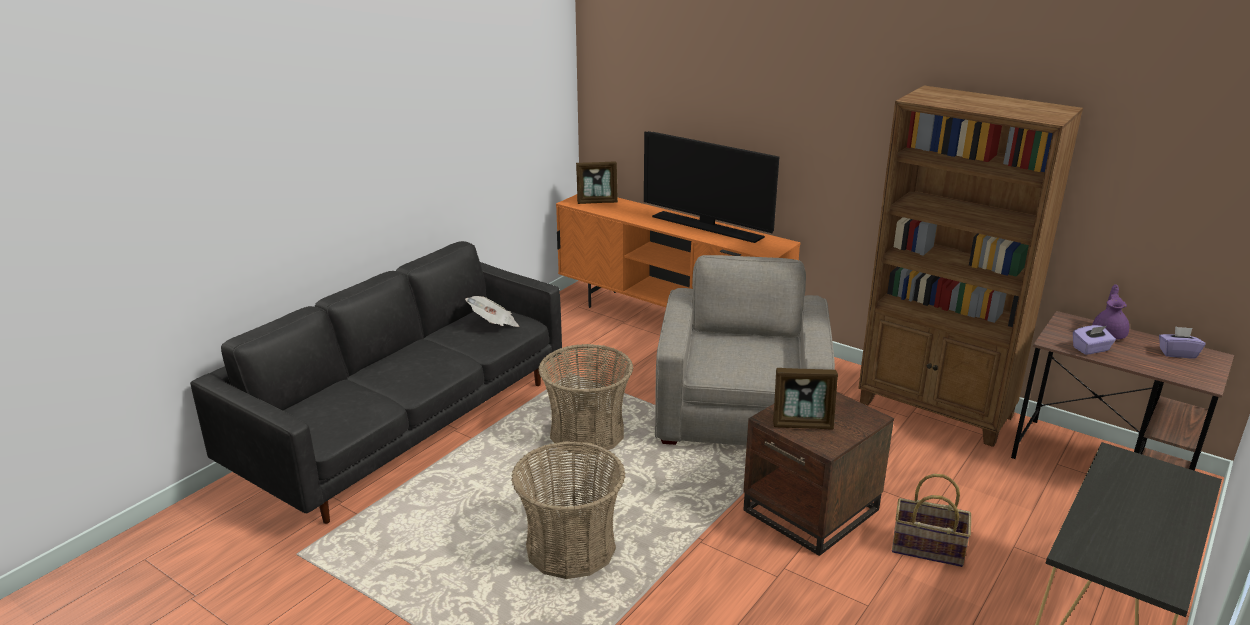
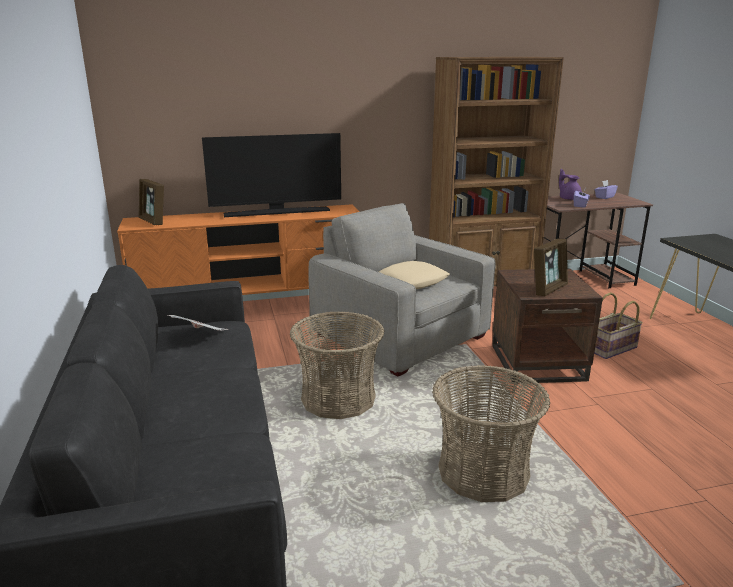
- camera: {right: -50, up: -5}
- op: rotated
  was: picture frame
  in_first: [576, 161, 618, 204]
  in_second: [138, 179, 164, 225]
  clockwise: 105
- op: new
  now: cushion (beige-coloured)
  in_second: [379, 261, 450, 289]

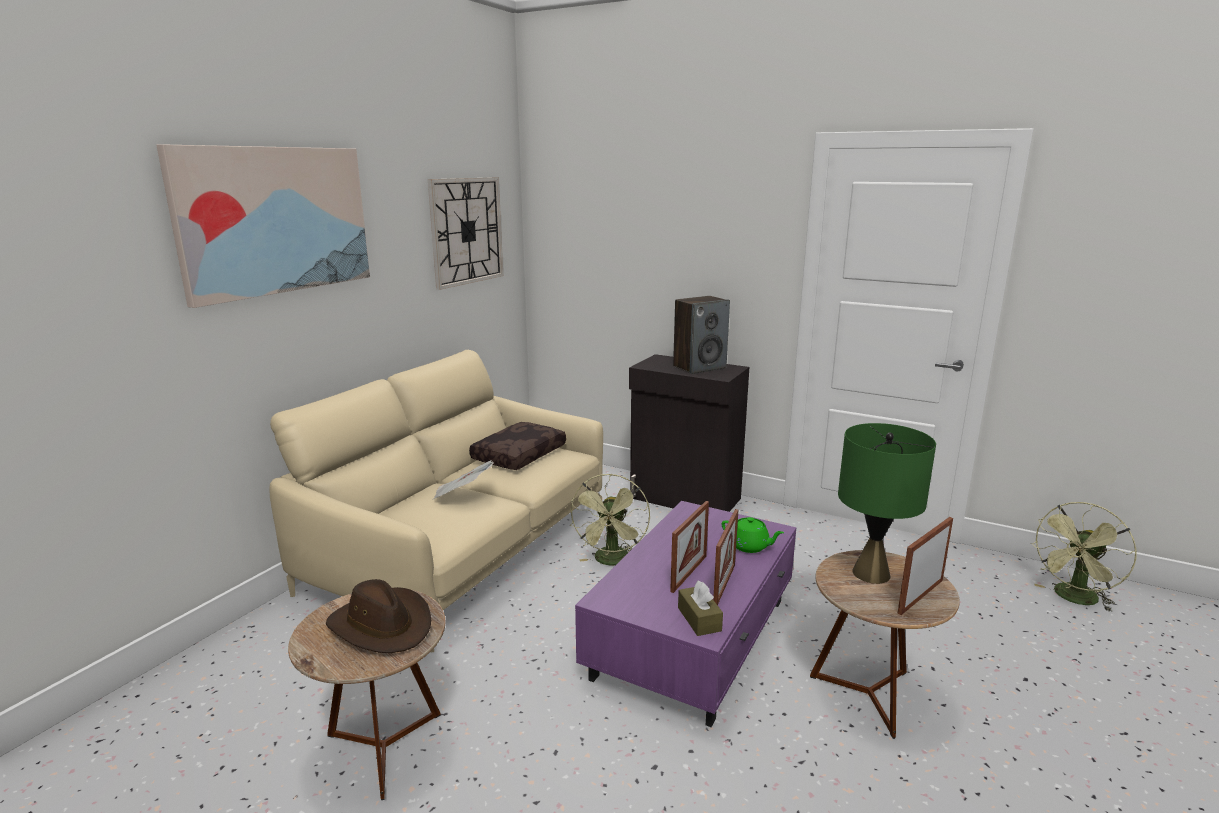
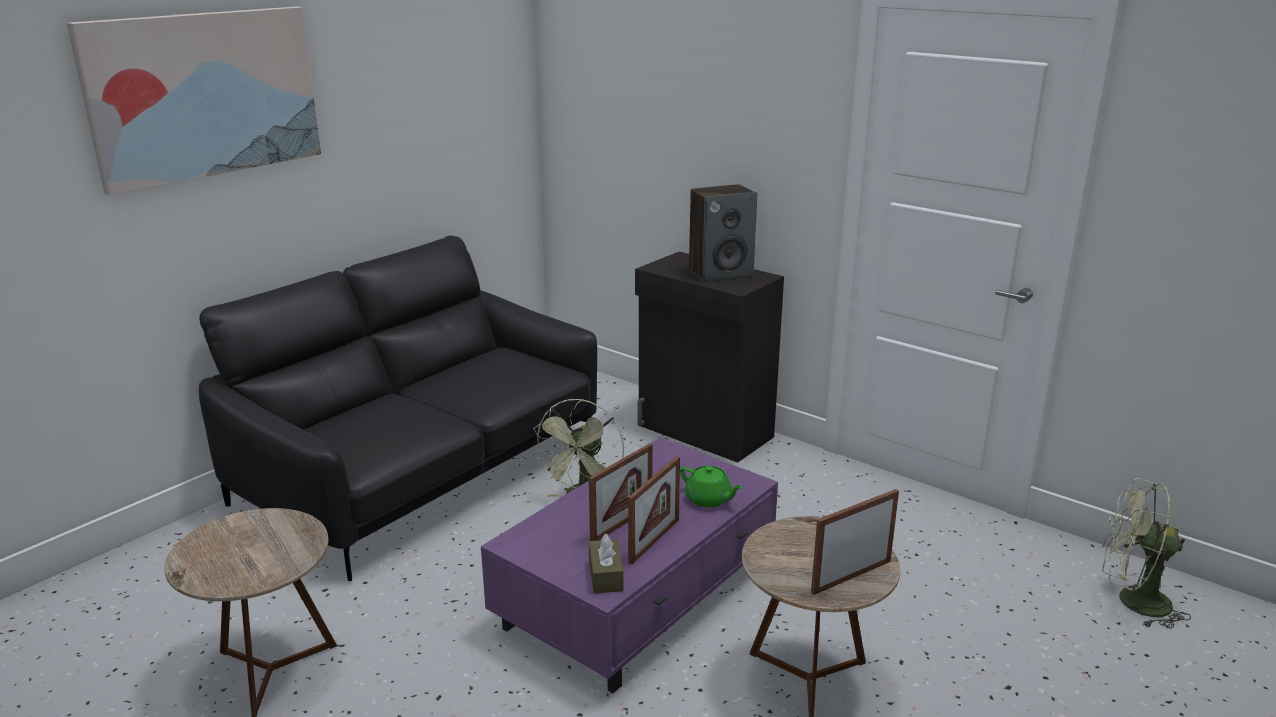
- camera: {right: 10, up: 5}
- op: repainted
  was: couch (beige-coloured)
  now: couch (black)
  in_first: [269, 350, 603, 653]
  in_second: [199, 235, 597, 581]
- op: rotated
  was: electric fan (green-coloured)
  in_first: [1031, 502, 1137, 612]
  in_second: [1102, 478, 1191, 629]
  clockwise: 45
- op: gone
  was: wearable hat (brown-coloured)
  in_first: [326, 579, 431, 653]
- op: gone
  was: hanging clock
  in_first: [428, 177, 503, 290]
- op: gone
  was: newspaper
  in_first: [432, 460, 494, 500]
- op: gone
  was: cushion (brown-coloured)
  in_first: [469, 422, 566, 470]
- op: gone
  was: tabletop lamp (green-coloured)
  in_first: [838, 423, 936, 584]

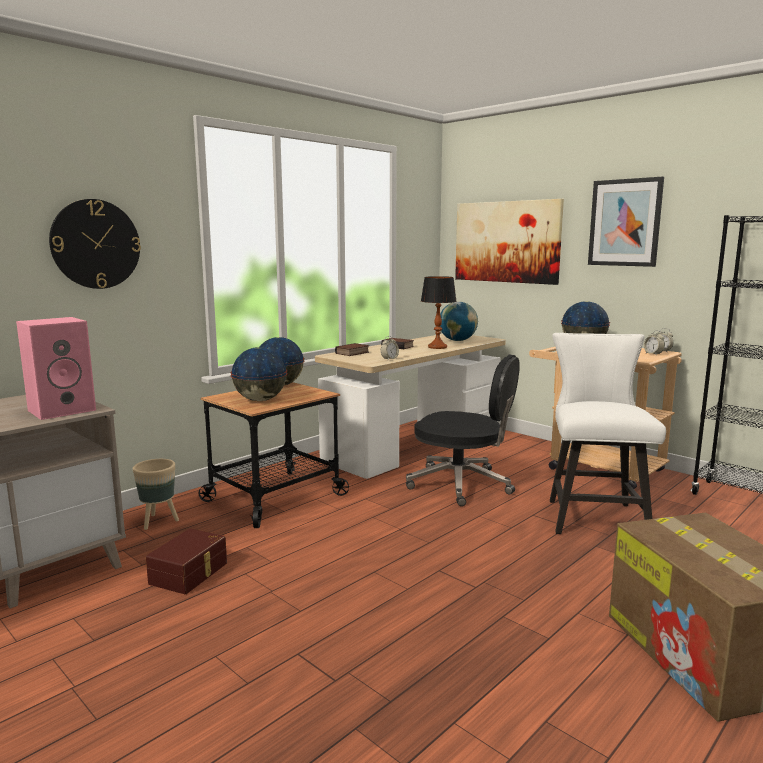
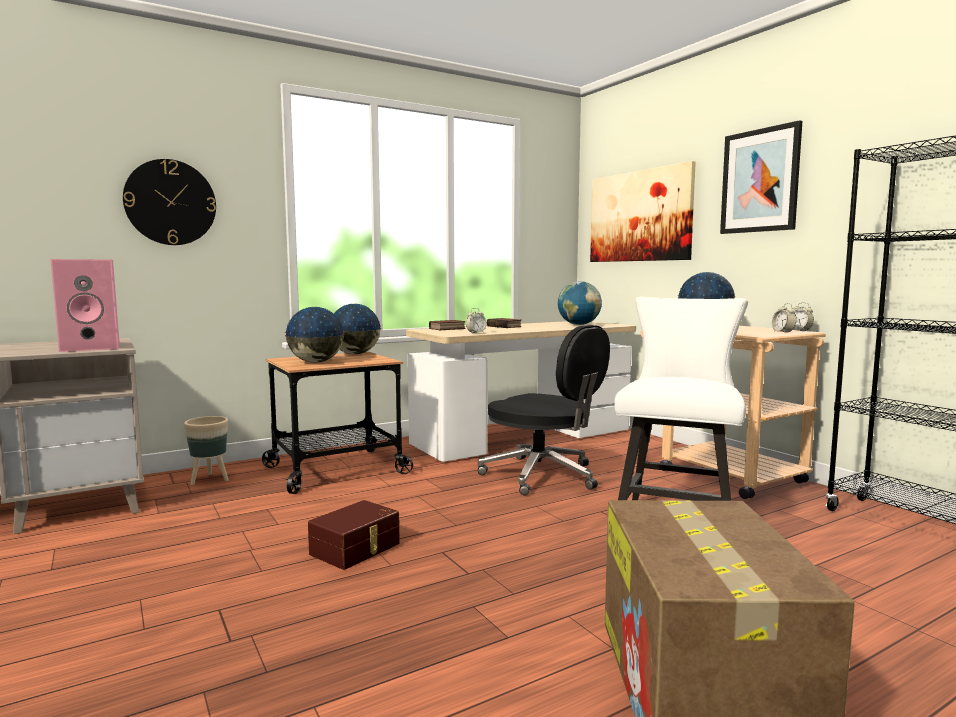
- camera: {right: 15, up: -5}
- op: shifted
  was: storage box (brown-coloured)
  in_first: [146, 529, 227, 594]
  in_second: [308, 500, 400, 570]
- op: gone
  was: tabletop lamp
  in_first: [421, 276, 457, 349]

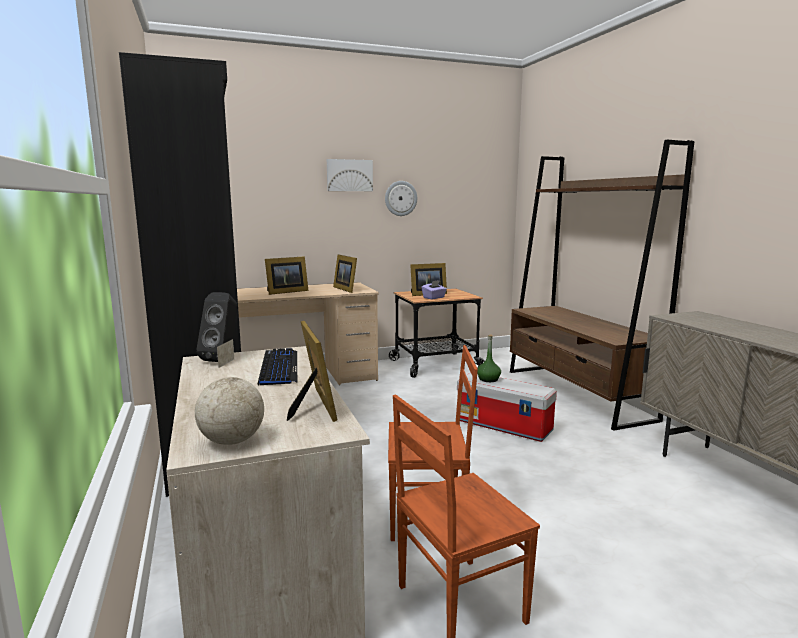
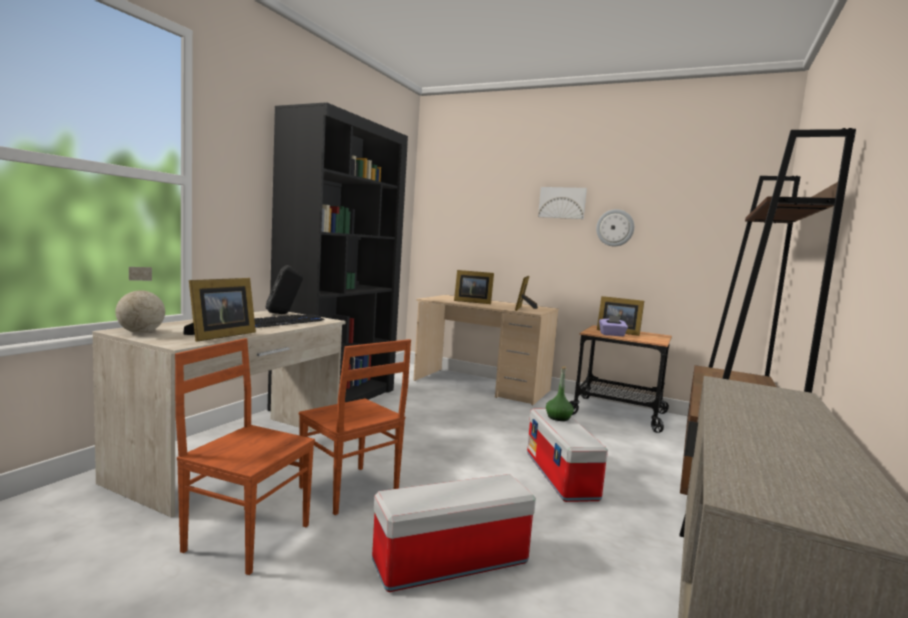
- camera: {right: 45, up: -5}
- op: new
  now: storage box
  in_second: [372, 474, 536, 592]

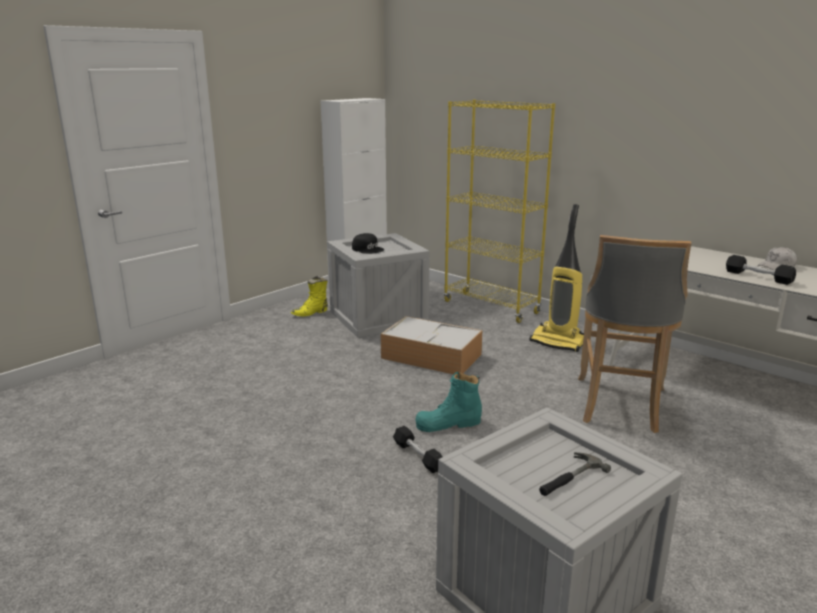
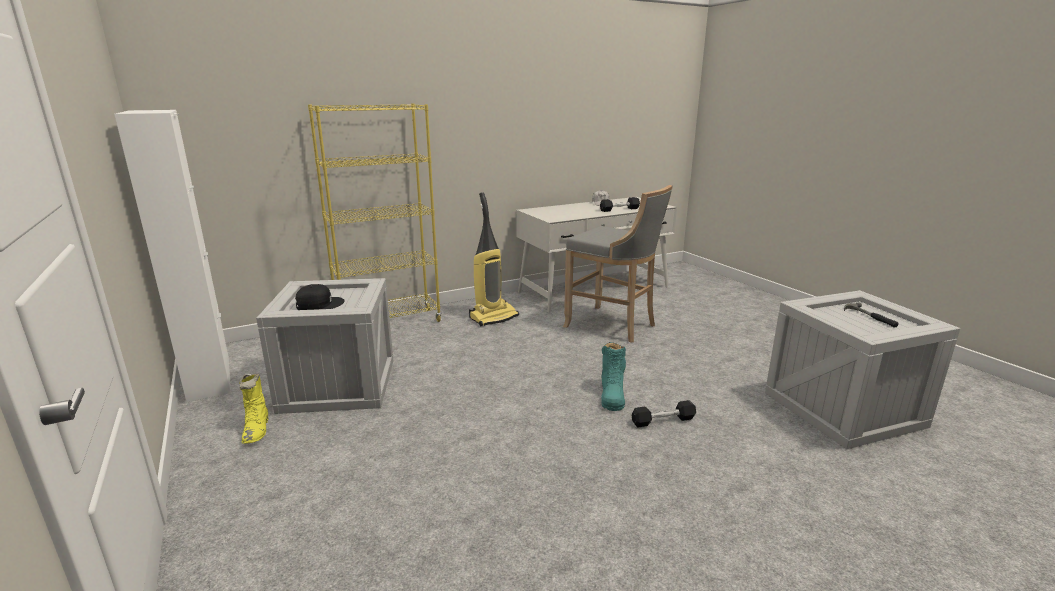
- camera: {right: -70, up: 0}
- op: gone
  was: storage box
  in_first: [381, 316, 483, 374]

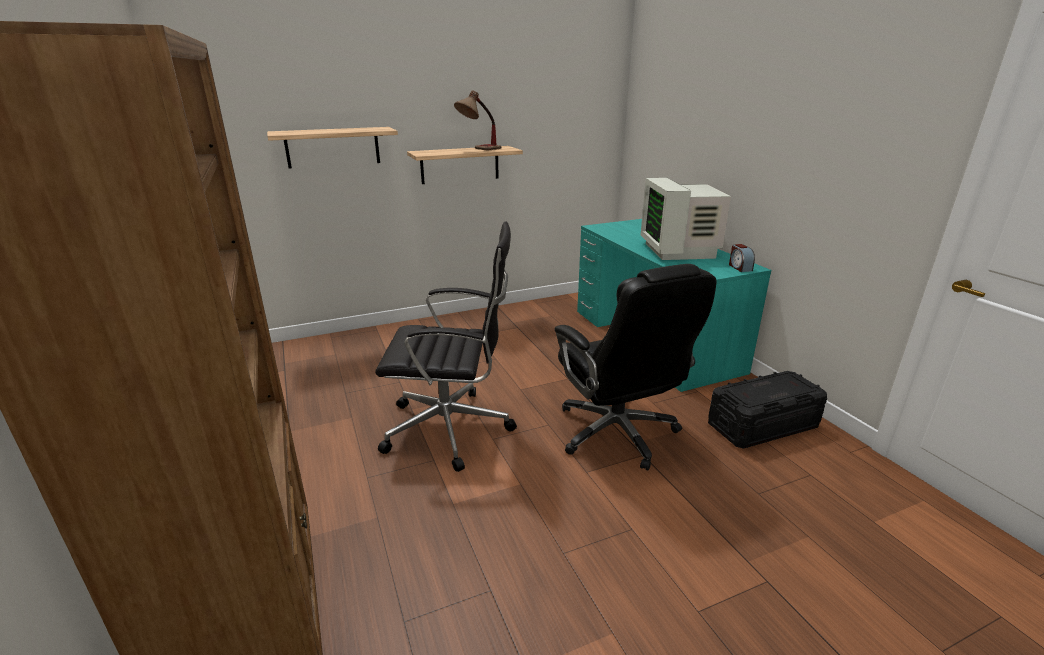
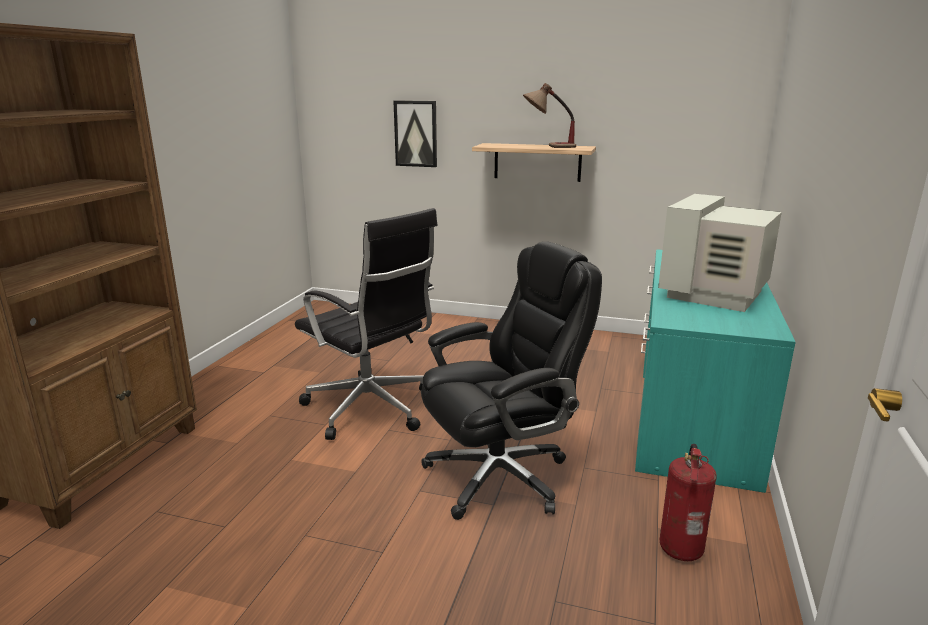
- camera: {right: 40, up: -5}
- op: swapped
  was: bracket shelf
  now: wall art
  in_first: [267, 127, 398, 169]
  in_second: [393, 101, 437, 167]
- op: rotated
  was: desk chair (black)
  in_first: [554, 264, 717, 471]
  in_second: [421, 241, 602, 520]
  clockwise: -135
- op: swapped
  was: storage box (black)
  now: fire extinguisher
  in_first: [708, 371, 827, 449]
  in_second: [660, 444, 717, 561]
- op: gone
  was: alarm clock
  in_first: [729, 244, 755, 272]

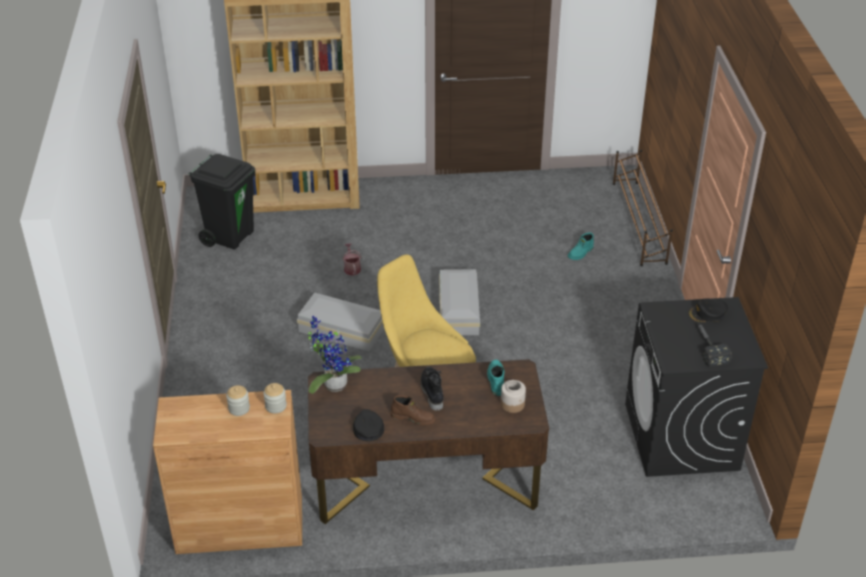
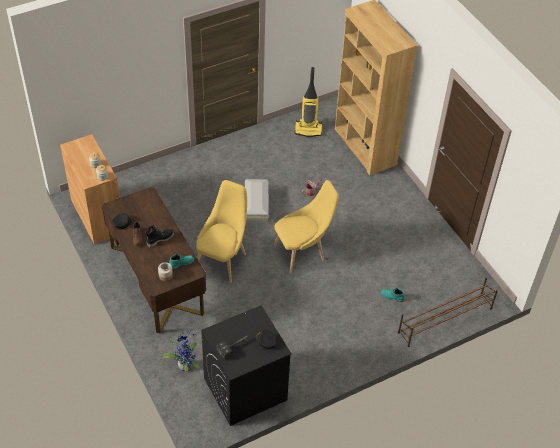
- camera: {right: 65, up: 10}
- op: shifted
  was: houseplant
  in_first: [308, 316, 363, 394]
  in_second: [163, 331, 200, 371]
- op: swapped
  was: storage box (white-coloured)
  now: upright chair (yellow-coloured)
  in_first: [439, 269, 480, 335]
  in_second: [274, 180, 339, 273]
- op: swapped
  was: rubbish bin (black)
  now: hoover
  in_first: [189, 154, 255, 249]
  in_second: [295, 67, 322, 137]

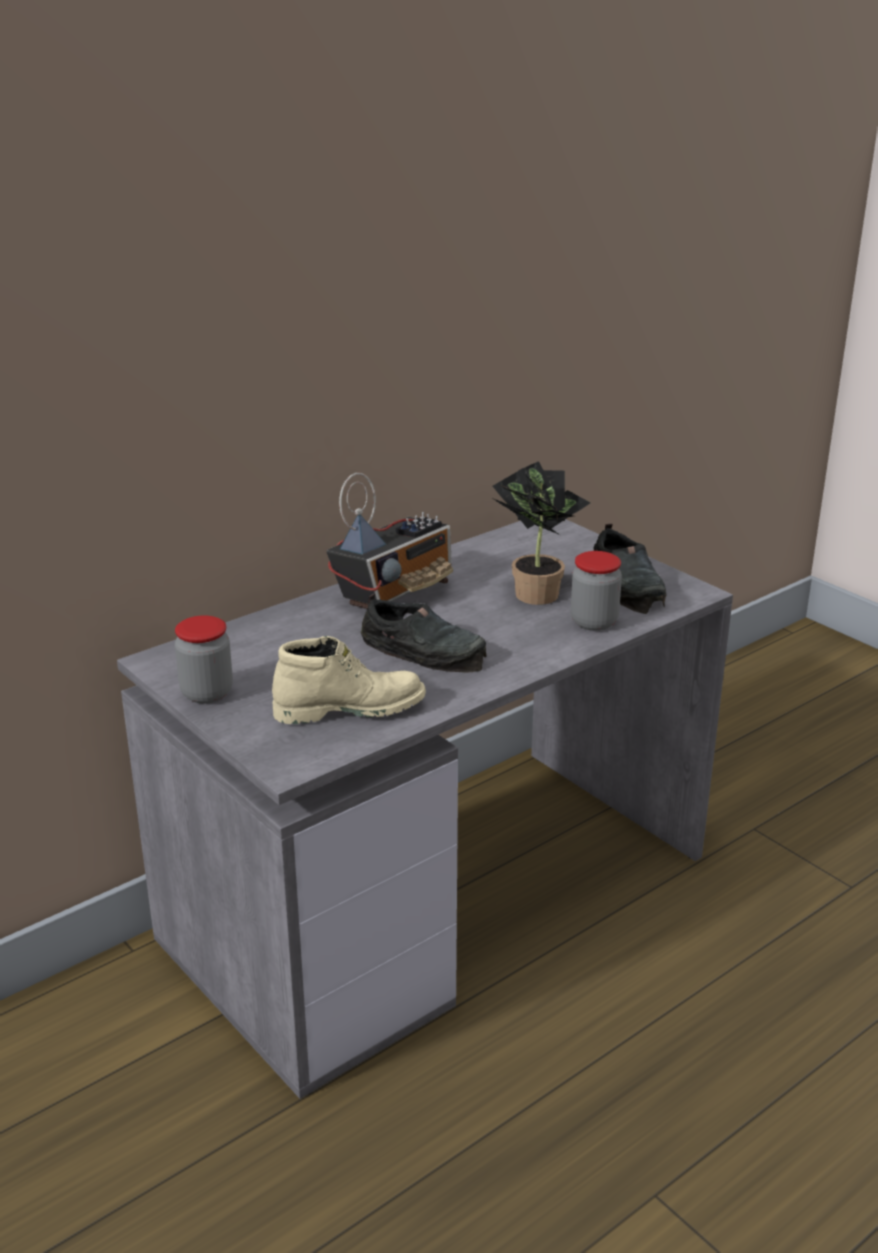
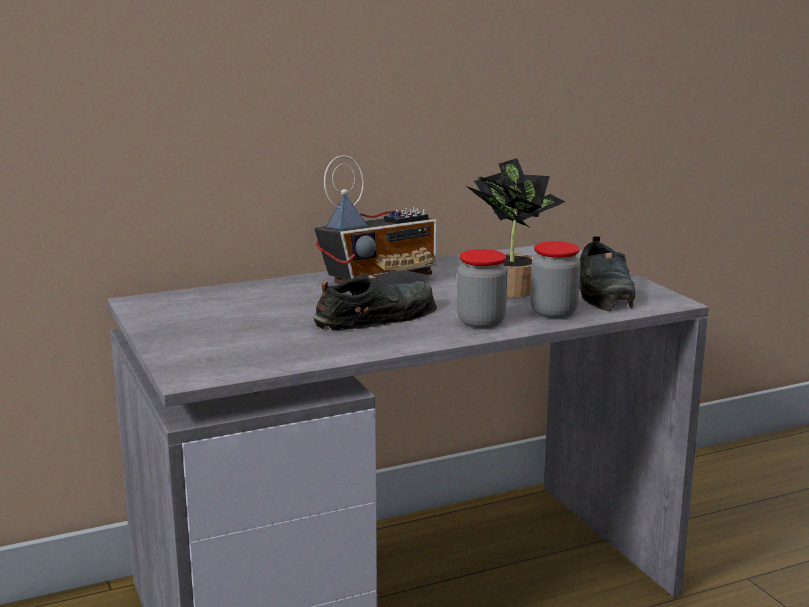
- camera: {right: 15, up: -10}
- op: rotated
  was: item of footwear (black)
  in_first: [361, 593, 487, 673]
  in_second: [313, 274, 437, 330]
  clockwise: -75
- op: shifted
  was: storage jar
  in_first: [175, 615, 233, 704]
  in_second: [457, 249, 507, 328]
- op: gone
  was: boot (beige-coloured)
  in_first: [272, 636, 426, 724]

